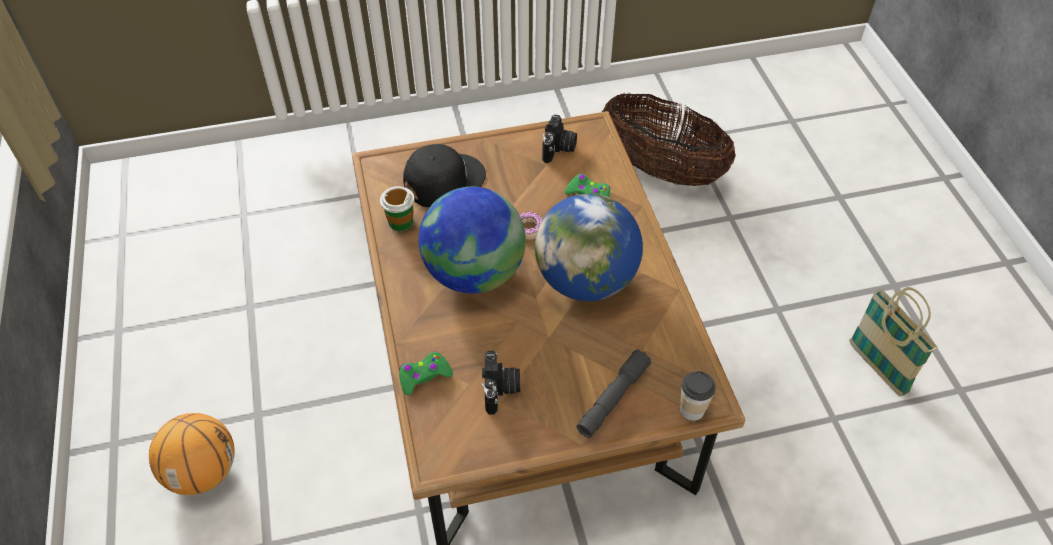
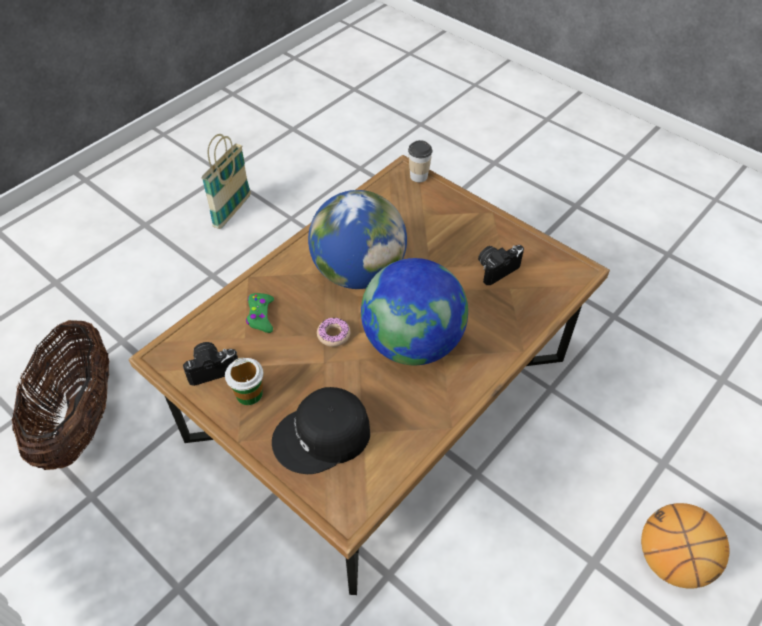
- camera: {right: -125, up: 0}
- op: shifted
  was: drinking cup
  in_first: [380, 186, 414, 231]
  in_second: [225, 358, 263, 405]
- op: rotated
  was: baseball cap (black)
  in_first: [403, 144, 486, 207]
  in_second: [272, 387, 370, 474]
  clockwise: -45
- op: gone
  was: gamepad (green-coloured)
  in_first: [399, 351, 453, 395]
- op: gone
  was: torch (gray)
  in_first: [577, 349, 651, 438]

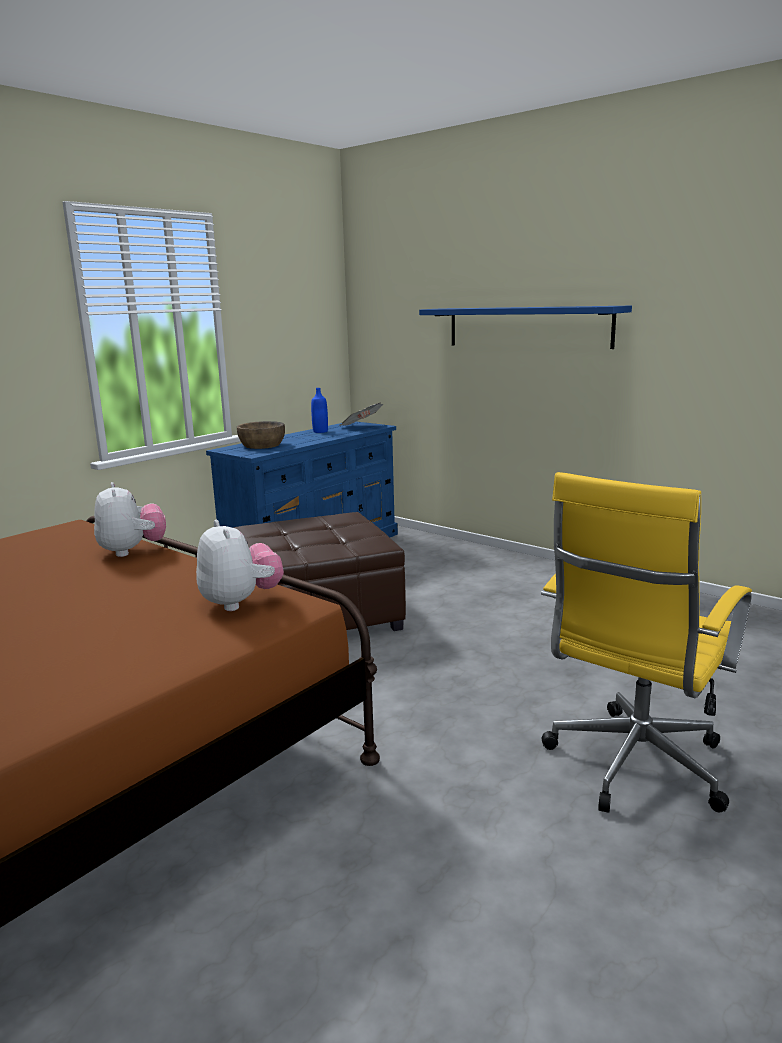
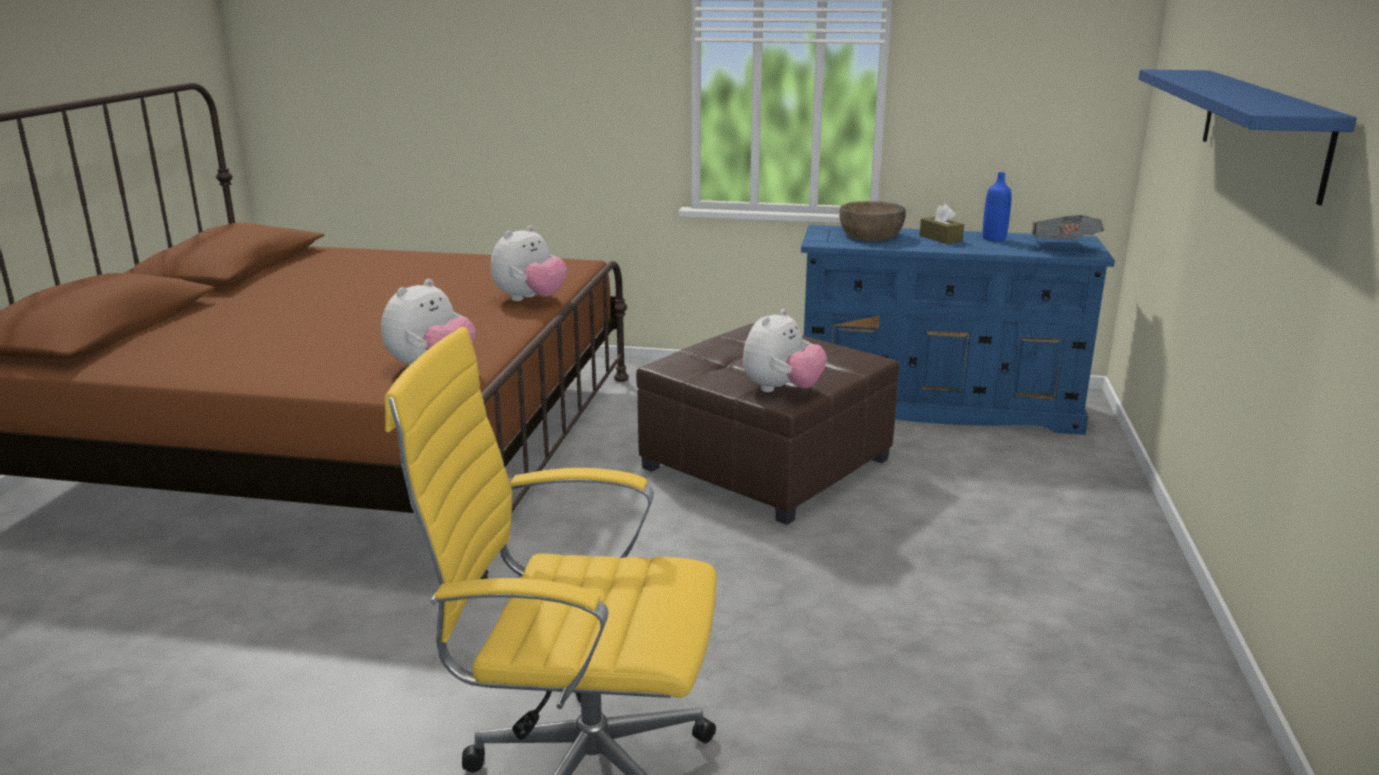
- camera: {right: 60, up: 5}
- op: new
  now: plush toy
  in_second: [743, 309, 827, 392]
- op: new
  now: tissue holder (brown-coloured)
  in_second: [920, 204, 964, 244]

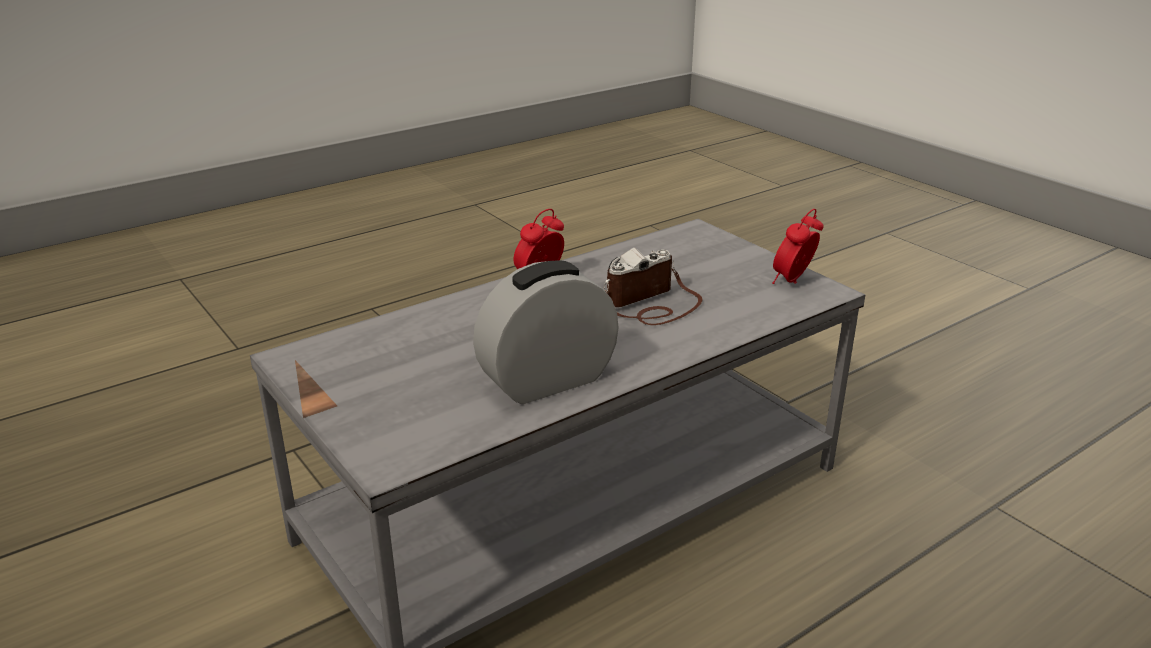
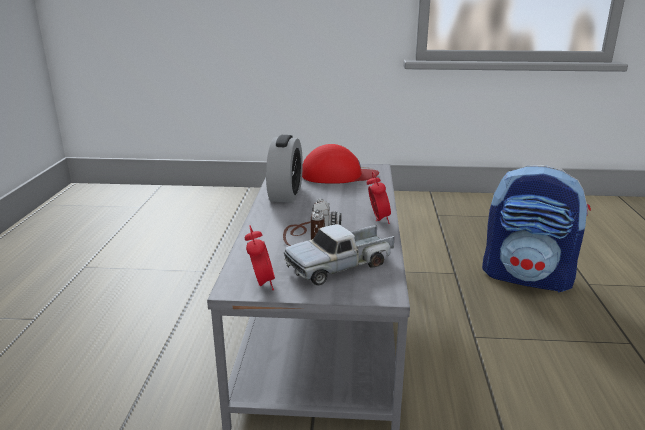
- camera: {right: 130, up: -5}
- op: new
  now: toy lorry
  in_second: [284, 224, 395, 285]
- op: new
  now: baseball cap (reddish)
  in_second: [302, 144, 379, 184]
- op: new
  now: rucksack
  in_second: [482, 165, 591, 292]

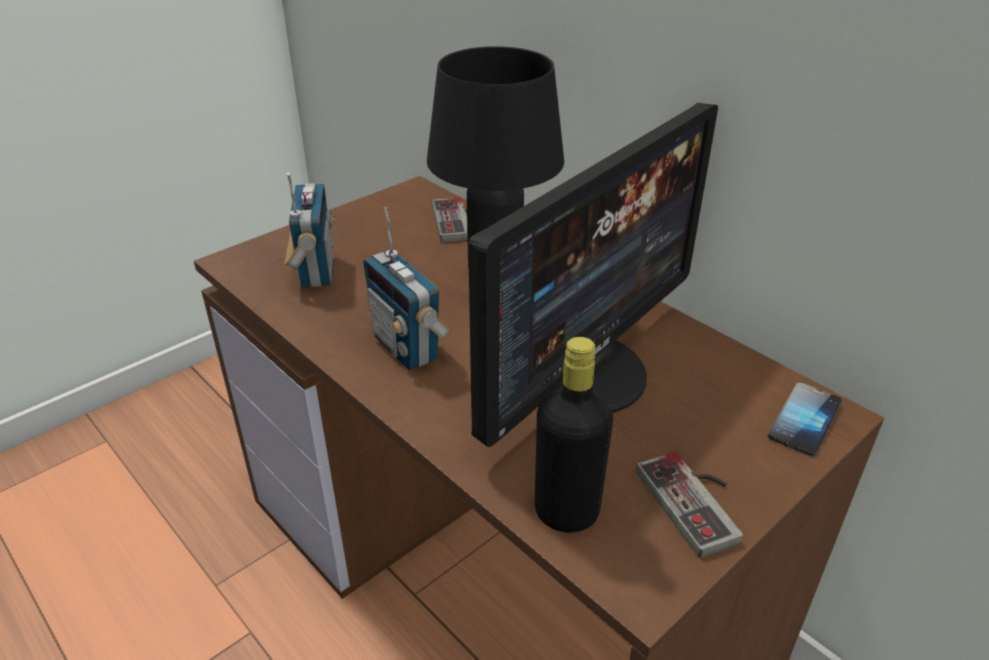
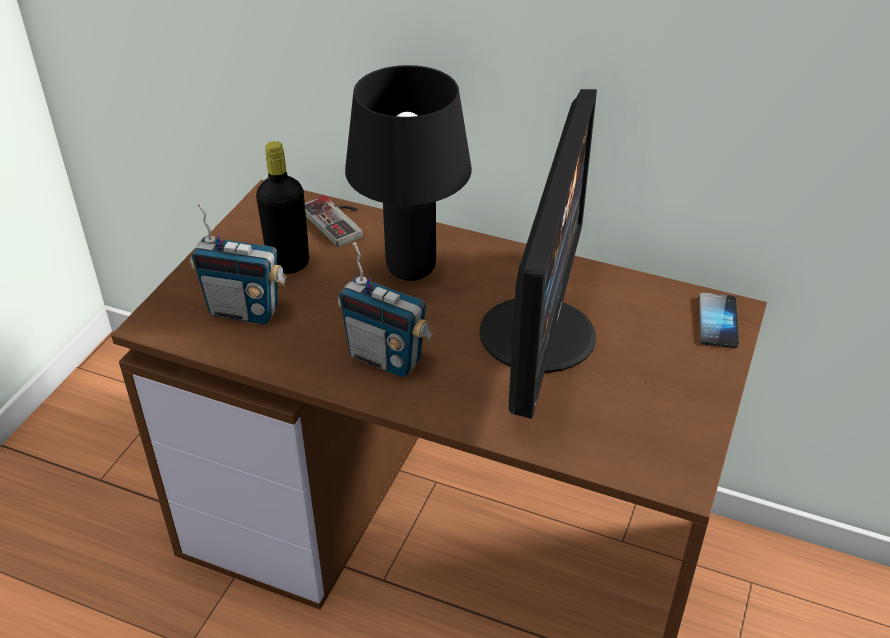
- camera: {right: -25, up: 5}
- op: rotated
  was: radio
  in_first: [284, 172, 336, 287]
  in_second: [190, 203, 287, 324]
  clockwise: 135
- op: shifted
  was: beverage bottle (black)
  in_first: [535, 337, 613, 533]
  in_second: [256, 141, 309, 274]
- op: gone
  was: gamepad
  in_first: [636, 452, 743, 558]

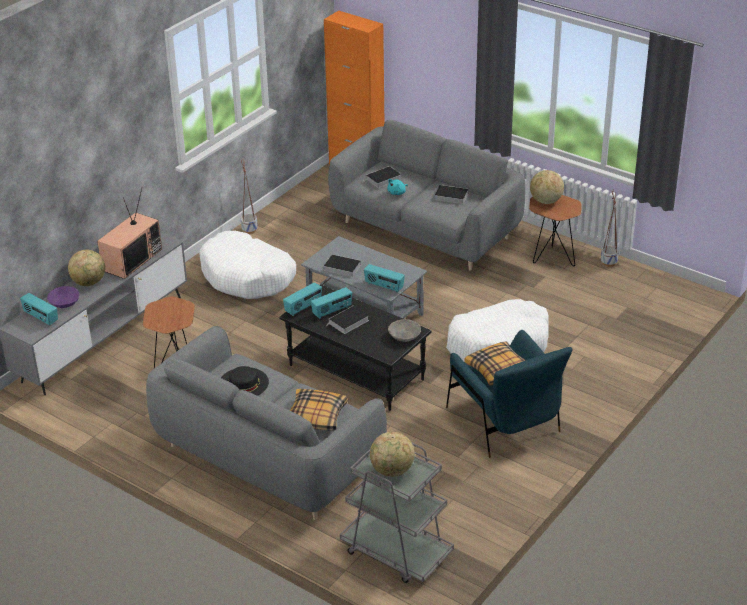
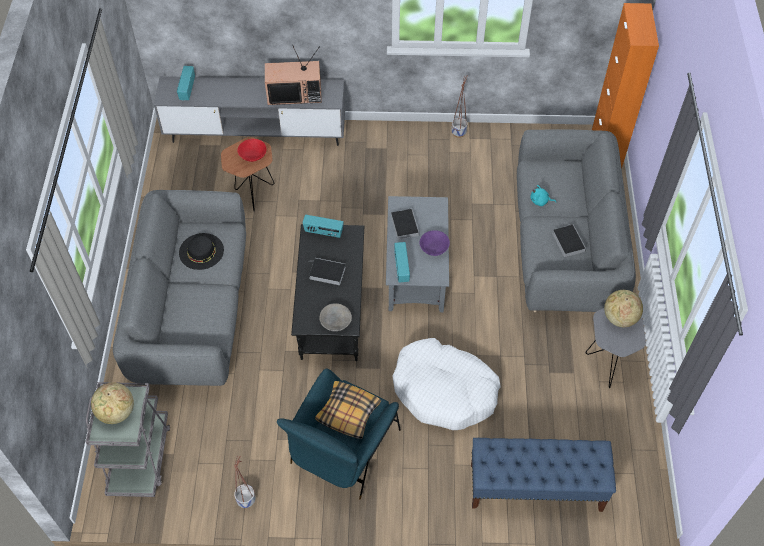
- camera: {right: 55, up: 20}
- op: shifted
  was: planter
  in_first: [601, 191, 619, 267]
  in_second: [234, 456, 256, 508]
- op: new
  now: deep dish (reddish)
  in_second: [237, 139, 267, 162]
- op: shifted
  was: deep dish (purple-coloured)
  in_first: [47, 286, 79, 308]
  in_second: [419, 230, 450, 256]
- op: new
  now: bench (blue)
  in_second: [471, 438, 616, 512]
- op: repainted
  was: accent table (brown-coloured)
  now: accent table (gray)
  in_first: [529, 195, 582, 266]
  in_second: [586, 308, 646, 388]
- op: gone
  was: desk globe
  in_first: [68, 250, 105, 286]
- op: gone
  was: pet bed (white-coloured)
  in_first: [199, 231, 296, 299]
- op: gone
  was: cushion
  in_first: [290, 389, 348, 431]
- op: gone
  was: radio
  in_first: [311, 287, 352, 319]
- op: gone
  was: volume
  in_first: [363, 166, 401, 188]

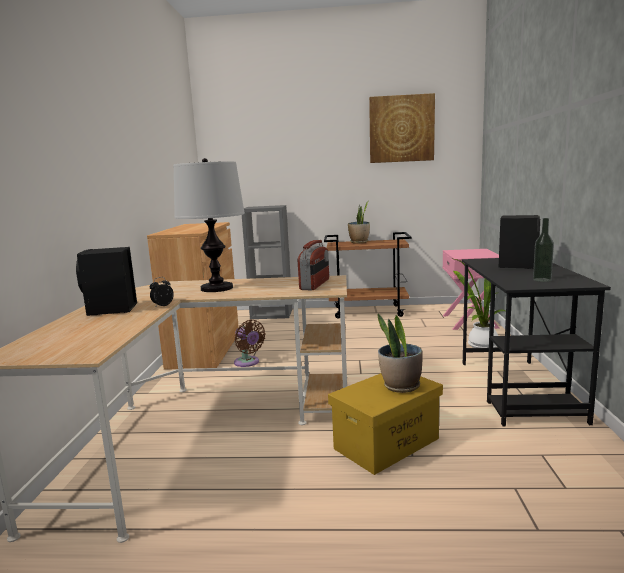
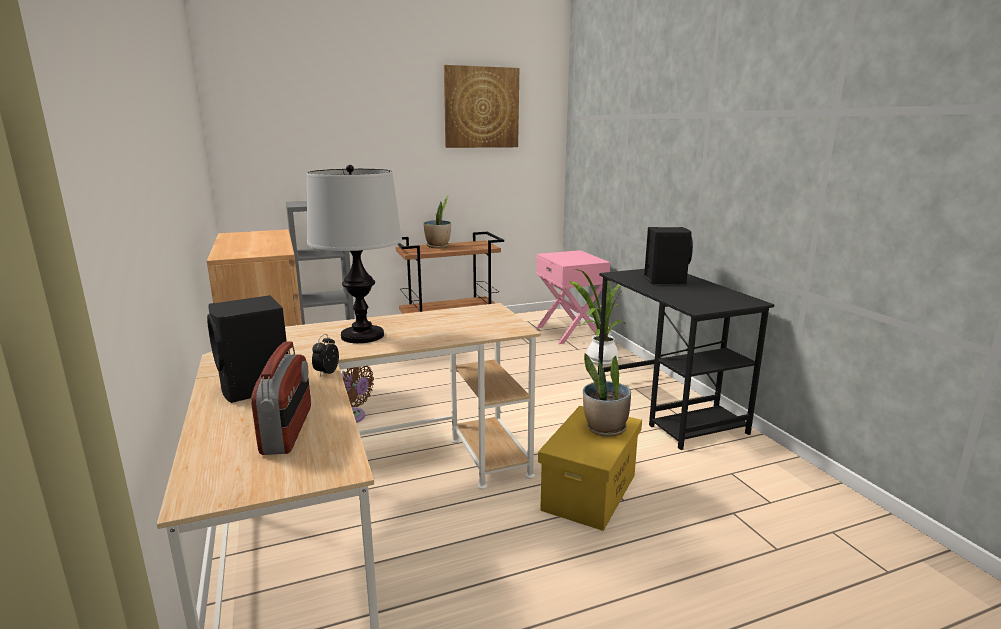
- camera: {right: -25, up: 5}
- op: shifted
  was: radio
  in_first: [298, 240, 329, 290]
  in_second: [251, 341, 311, 455]
- op: gone
  was: beverage bottle
  in_first: [533, 218, 554, 282]

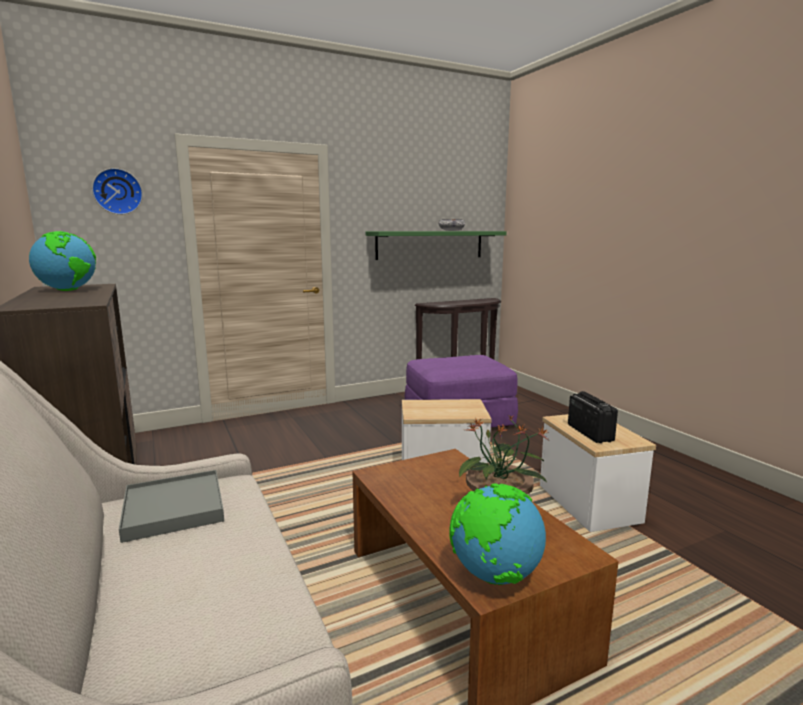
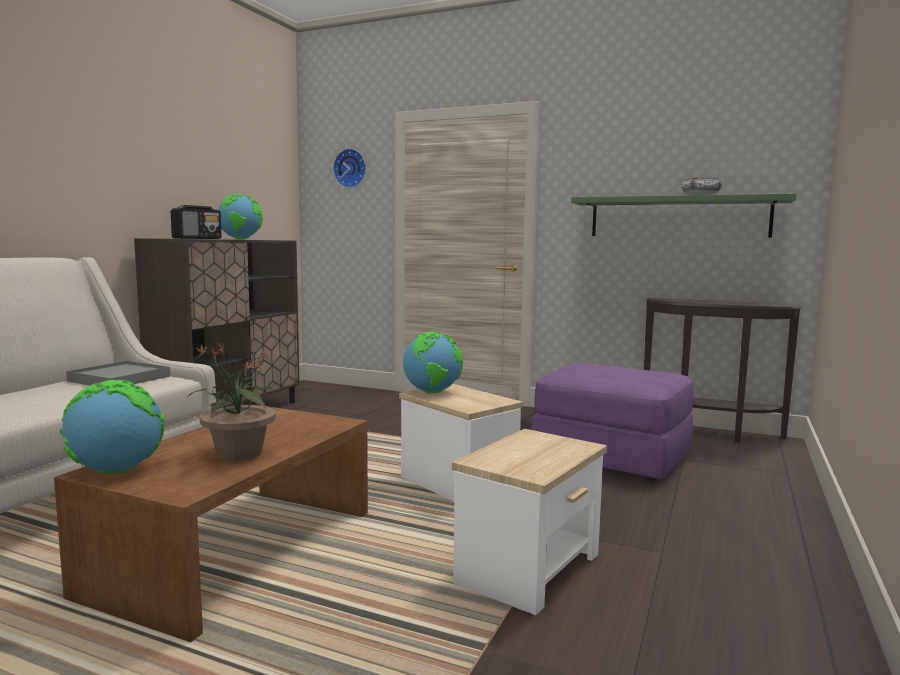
- camera: {right: 50, up: -5}
- op: shifted
  was: radio
  in_first: [568, 391, 618, 443]
  in_second: [171, 205, 222, 239]
- op: new
  now: desk globe
  in_second: [403, 332, 463, 394]

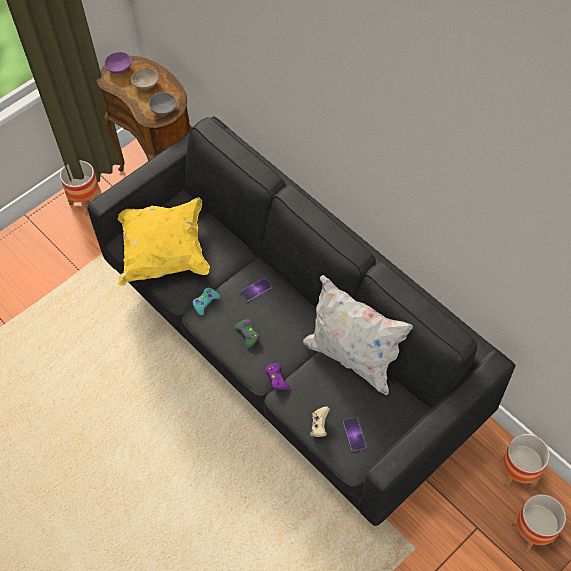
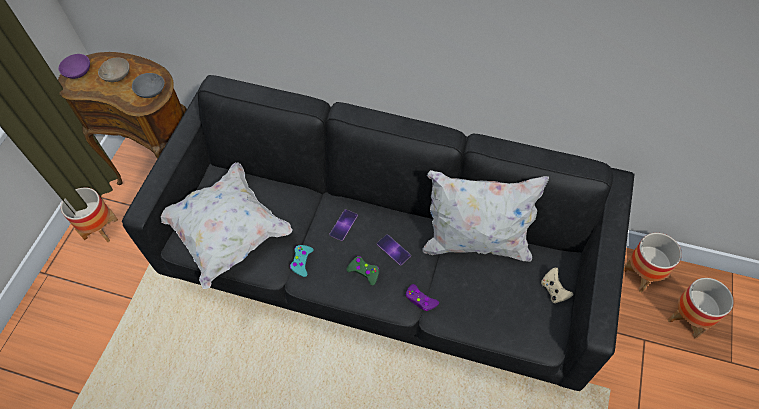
- camera: {right: -30, up: 0}
- op: repainted
  was: cushion (yellow-coloured)
  now: cushion (white-coloured)
  in_first: [118, 197, 210, 286]
  in_second: [161, 163, 292, 289]
- op: shifted
  was: handset
  in_first: [343, 417, 367, 451]
  in_second: [377, 234, 411, 265]
- op: shifted
  was: gamepad (beige-coloured)
  in_first: [309, 406, 330, 437]
  in_second: [541, 267, 574, 303]

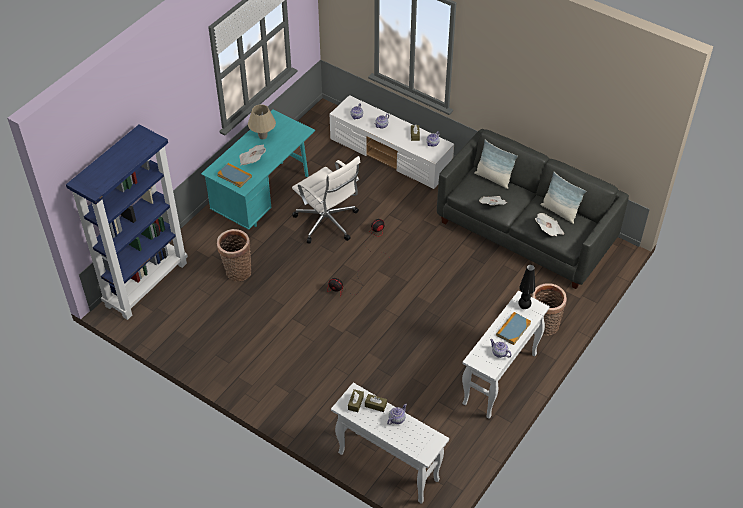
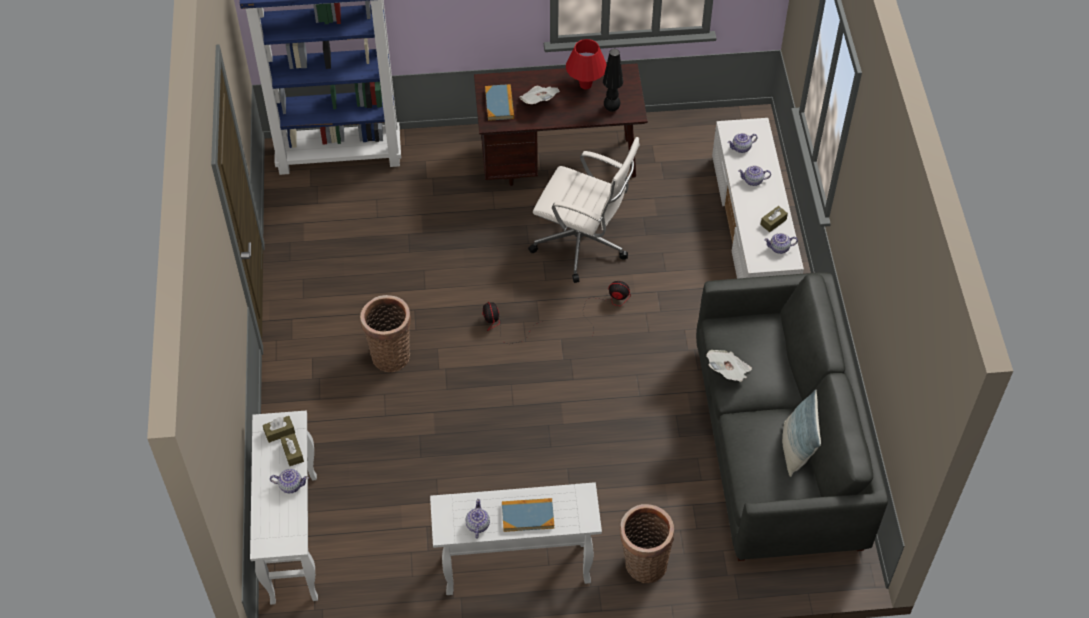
- camera: {right: 50, up: 5}
- op: shifted
  was: household basket
  in_first: [217, 229, 251, 281]
  in_second: [360, 295, 411, 372]
- op: repainted
  was: desk table (blue-green)
  now: desk table (brown-coloured)
  in_first: [201, 110, 315, 230]
  in_second: [474, 63, 648, 186]
- op: rotated
  was: desk chair (white-coloured)
  in_first: [292, 156, 360, 244]
  in_second: [528, 137, 640, 283]
  clockwise: -75
- op: repainted
  was: tabletop lamp (beige-coloured)
  now: tabletop lamp (reddish)
  in_first: [248, 104, 276, 139]
  in_second: [566, 39, 607, 89]
- op: shifted
  was: tabletop lamp (black)
  in_first: [518, 265, 535, 309]
  in_second: [603, 49, 623, 112]
- op: gone
  was: cushion
  in_first: [474, 140, 518, 189]
- op: gone
  was: newspaper
  in_first: [535, 213, 564, 236]

